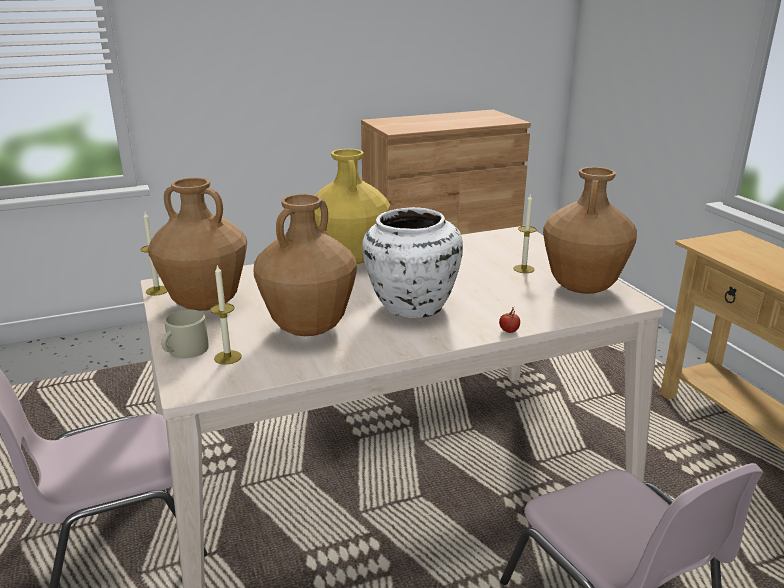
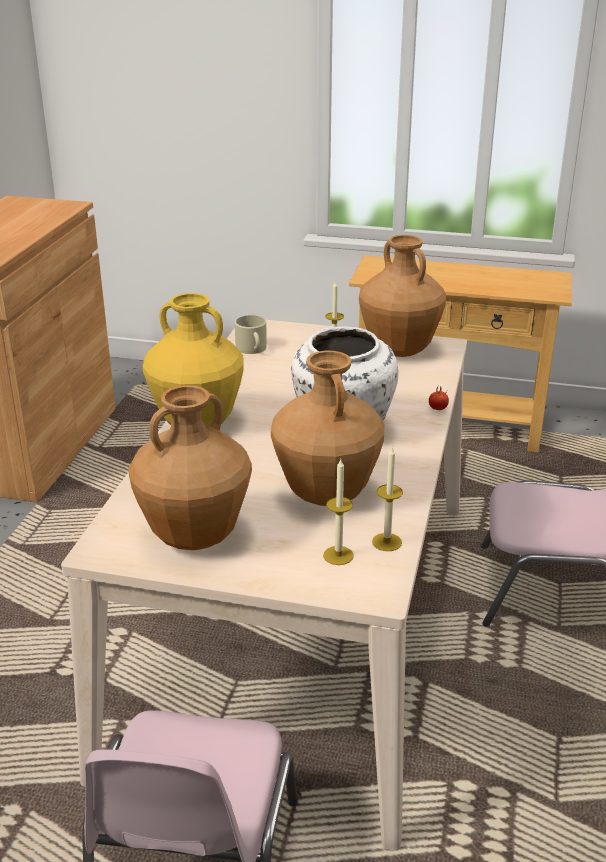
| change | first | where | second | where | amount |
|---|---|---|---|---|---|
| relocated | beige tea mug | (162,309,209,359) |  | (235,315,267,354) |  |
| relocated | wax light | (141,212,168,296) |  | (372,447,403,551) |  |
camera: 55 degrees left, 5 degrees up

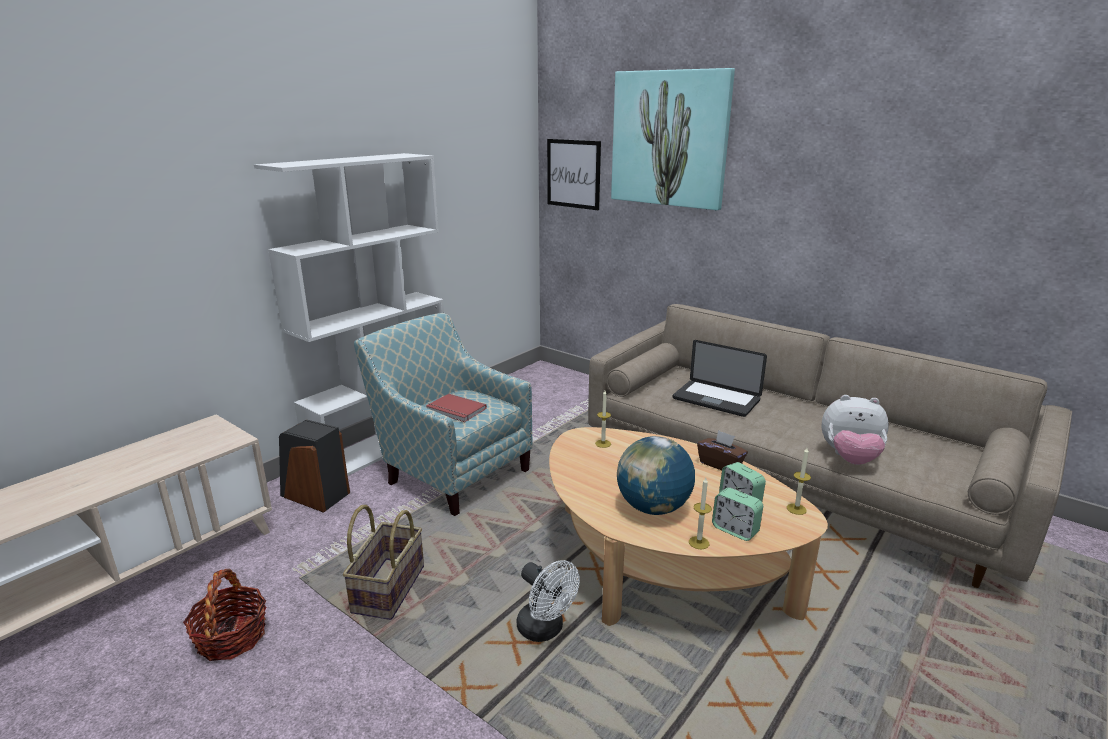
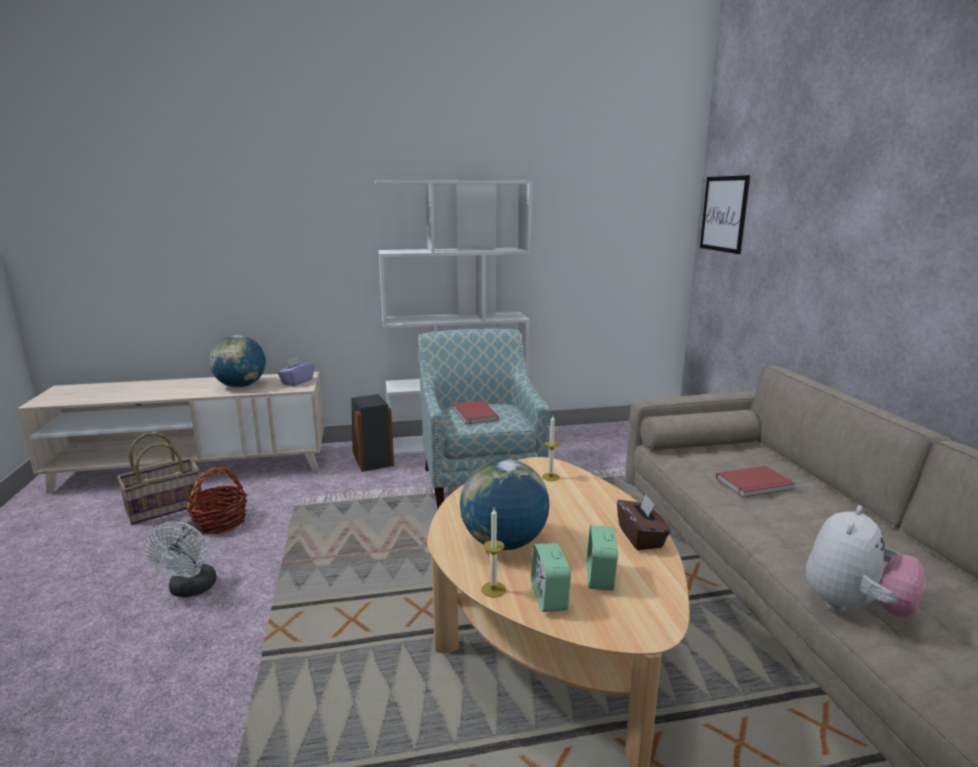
| change | first | where | second | where | amount |
|---|---|---|---|---|---|
| relocated | basket | (343,505,424,620) |  | (117,432,203,525) |  |
| relocated | white cooling fan | (517,560,580,642) |  | (144,521,217,597) |  |
| appeared |  |  | world globe | (209,335,266,387) |  |
| appeared |  |  | purplish tissue box | (277,356,314,386) |  |
| exchanged | notebook computer | (673,340,767,417) | red volume | (716,466,796,497) |  |
| spun | cuddly toy | (822,395,889,465) |  | (806,506,926,617) | 105 degrees counterclockwise |
| missing | picture | (611,68,735,210) |  |  |  |
| missing | wax light | (787,448,811,515) |  |  |  |
camera: 40 degrees right, 5 degrees down

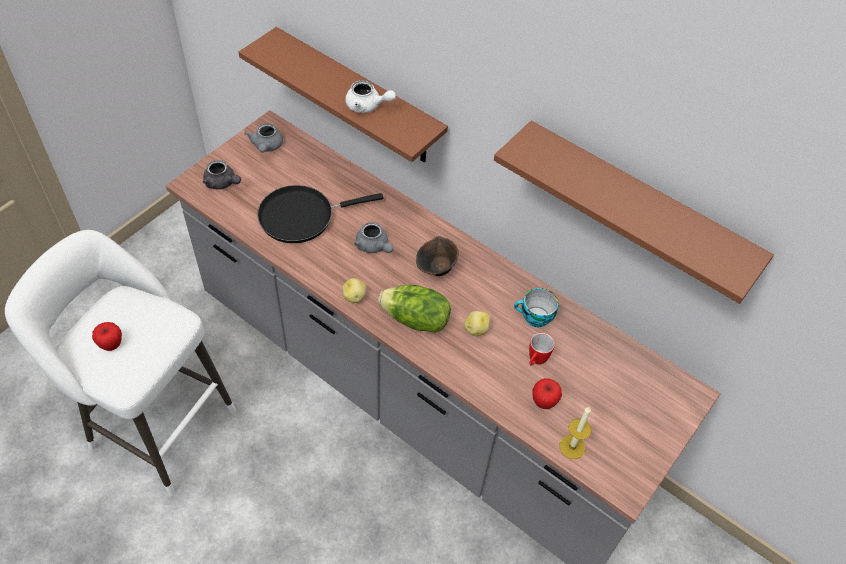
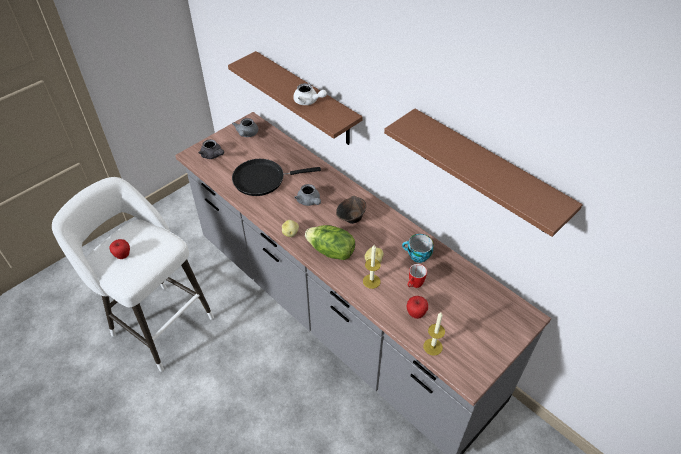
| change | first | where | second | where | amount |
|---|---|---|---|---|---|
| appeared |  |  | wax light | (363,245,380,289) |  |
camera: 10 degrees right, 5 degrees down

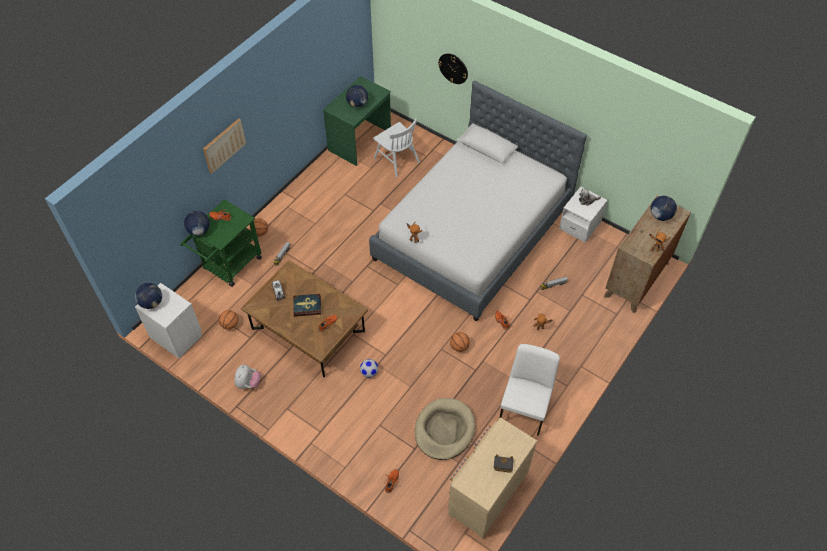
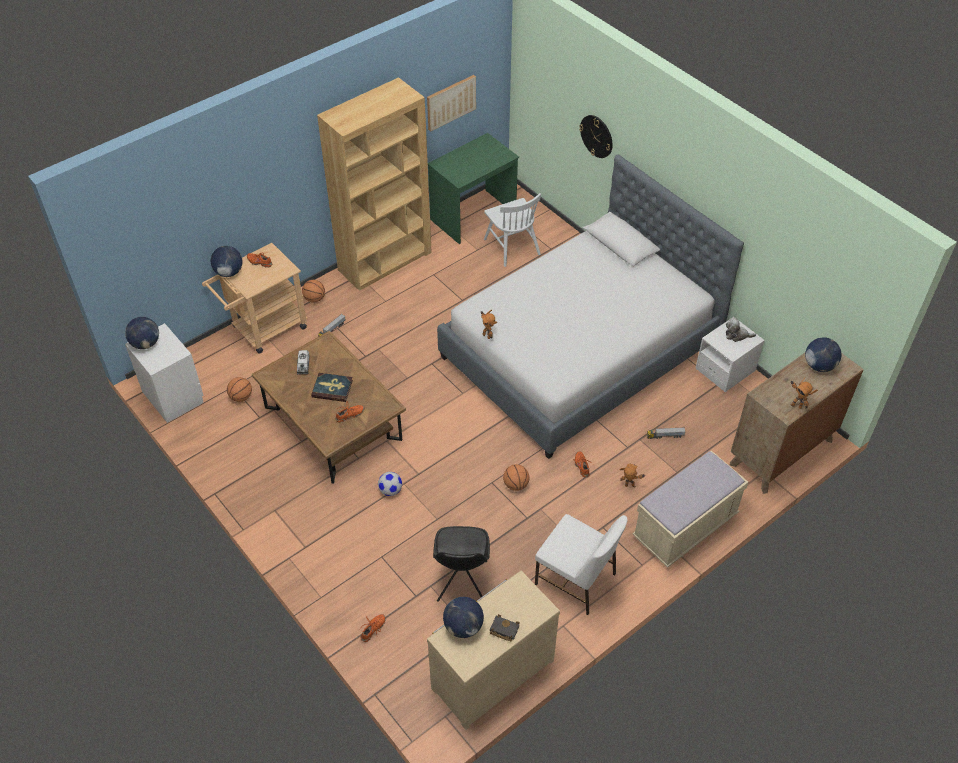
| change | first | where | second | where | amount |
|---|---|---|---|---|---|
| colour | green trolley | (180,199,262,287) | beige trolley | (202,243,307,354) |  |
| appeared |  |  | brownish bookshelf | (317,77,432,291) |  |
| relocated | picture | (203,118,246,173) |  | (427,75,476,131) |  |
| exchanged | beige pet bed | (415,398,475,460) | blackish chair | (433,526,490,602) |  |
| relocated | world globe | (346,85,368,108) |  | (443,597,484,638) |  |
| spun | white chair | (500,344,560,436) |  | (535,514,628,615) | 90 degrees clockwise |
| appeared |  |  | beige long seat | (632,451,748,568) |  |
| missing | cuddly toy | (234,365,261,389) |  |  |  |
camera: 15 degrees right, 5 degrees down

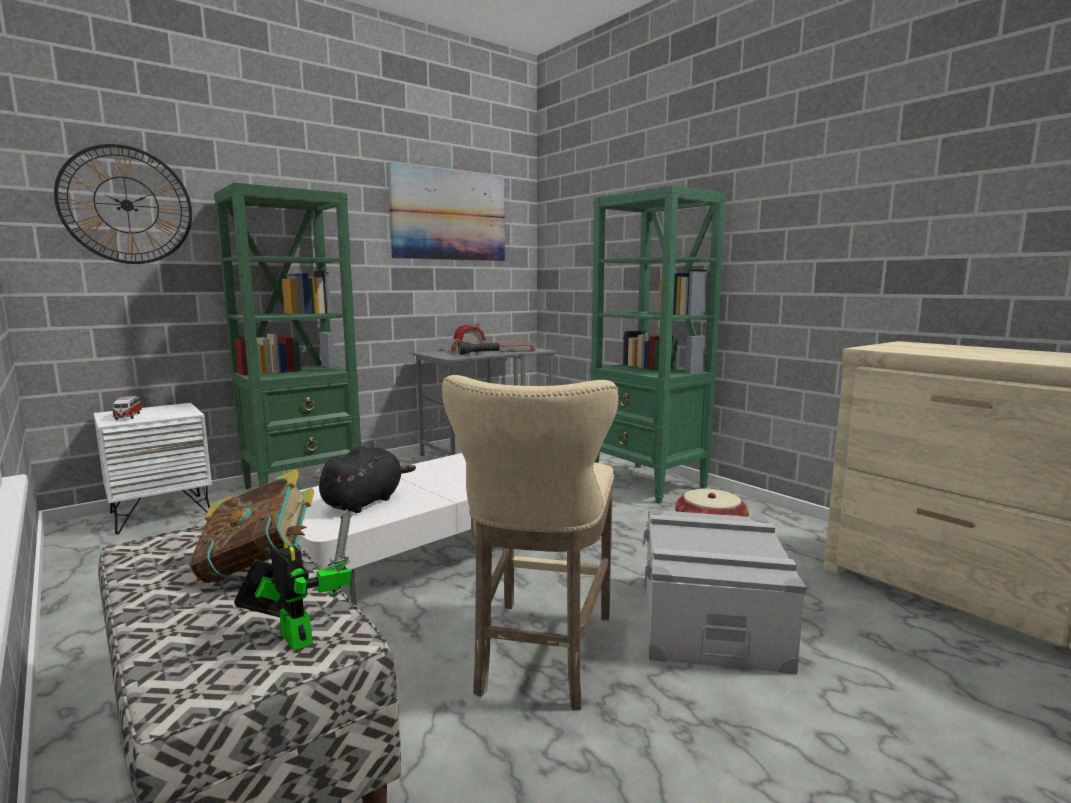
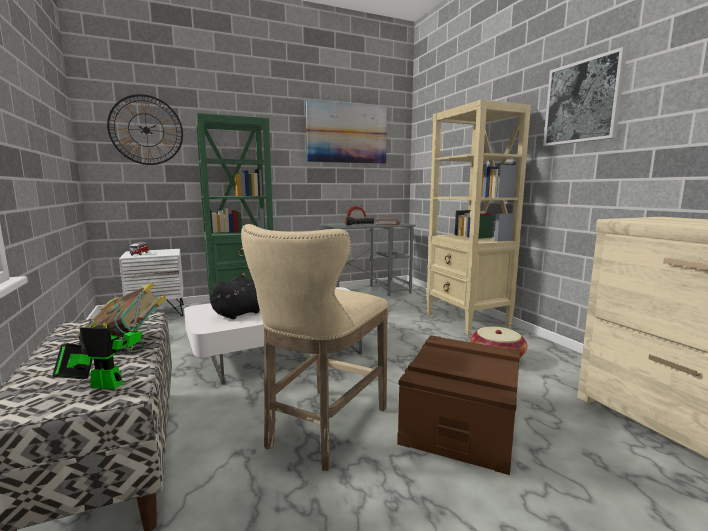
| change | first | where | second | where | amount |
|---|---|---|---|---|---|
| spun | robot figure | (234,509,352,651) |  | (52,292,142,389) | 60 degrees counterclockwise |
| colour | greyish storage box | (642,509,806,674) | brownish storage box | (397,335,520,475) |  |
| colour | green bookshelf | (590,185,726,504) | beige bookshelf | (426,99,531,335) |  |
| appeared |  |  | picture | (543,47,627,146) |  |
camera: 15 degrees right, 0 degrees up

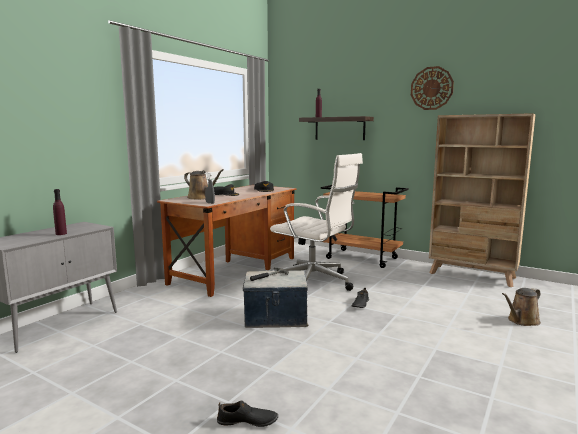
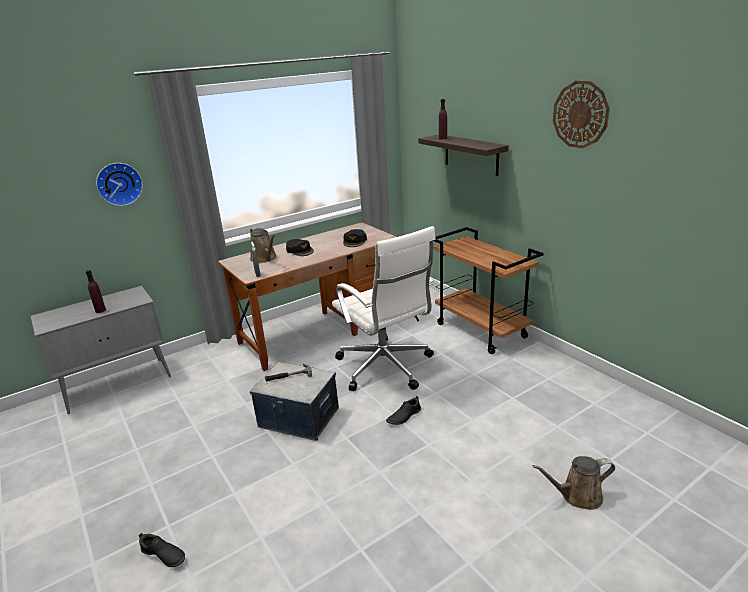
| change | first | where | second | where | amount |
|---|---|---|---|---|---|
| appeared |  |  | clock on the wall | (96,163,143,206) |  |
| missing | beige bookshelf | (429,113,535,287) |  |  |  |
camera: 25 degrees right, 15 degrees up

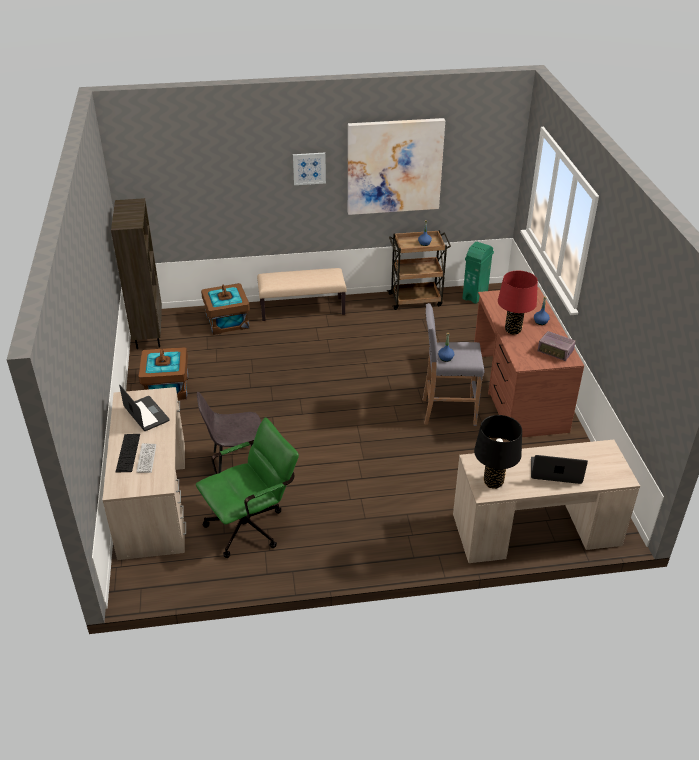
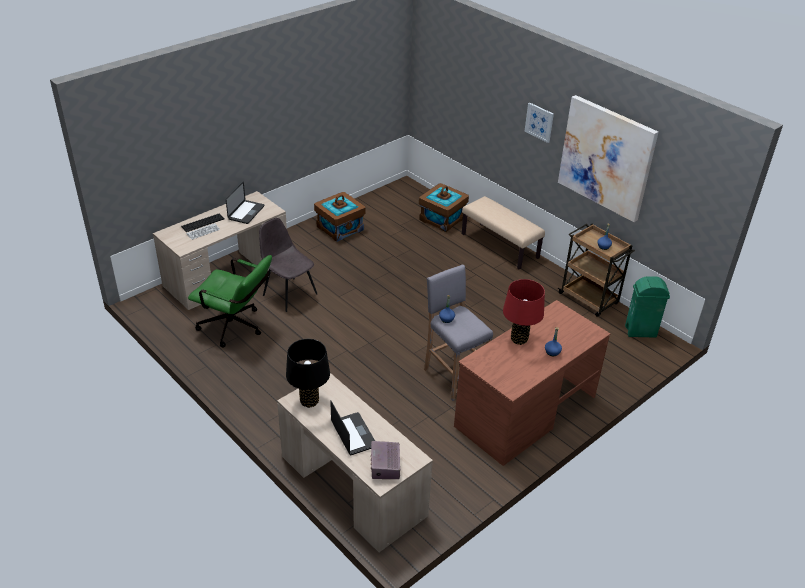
| change | first | where | second | where | amount |
|---|---|---|---|---|---|
| relocated | radio receiver | (537,331,576,361) |  | (371,441,400,479) |  |
| missing | brownish bookshelf | (111,198,162,349) |  |  |  |
camera: 55 degrees right, 0 degrees up

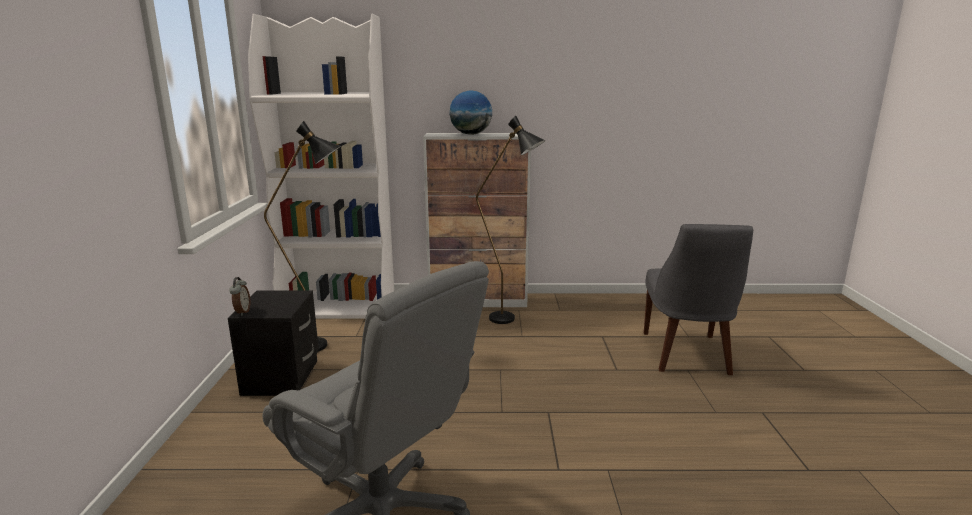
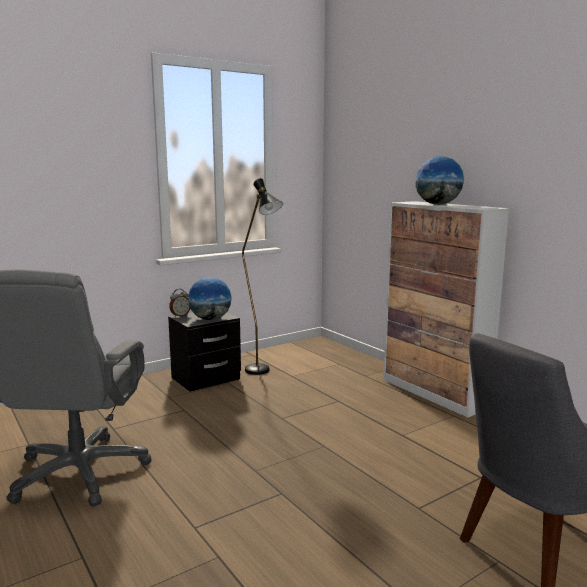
| change | first | where | second | where | amount |
|---|---|---|---|---|---|
| appeared |  |  | world globe | (188,277,232,320) |  |
| missing | white bookshelf | (248,13,394,319) |  |  |  |
| missing | blackish standing lamp | (476,116,545,324) |  |  |  |
camera: 55 degrees right, 5 degrees down

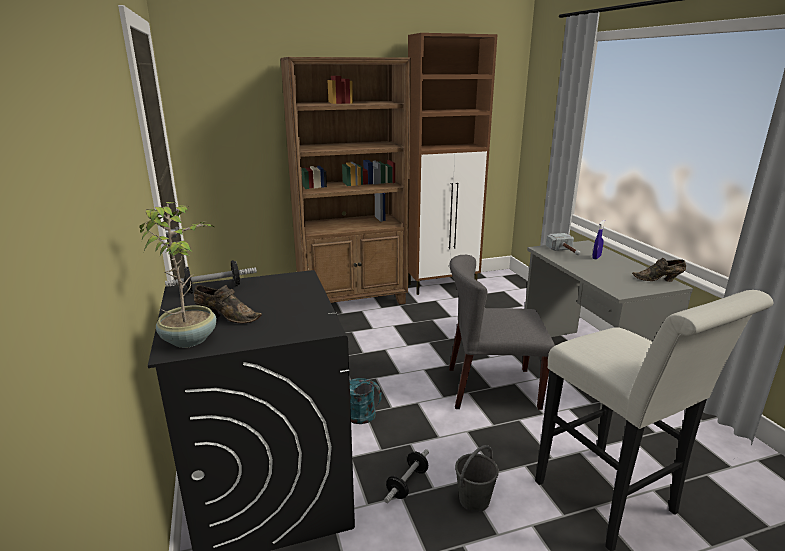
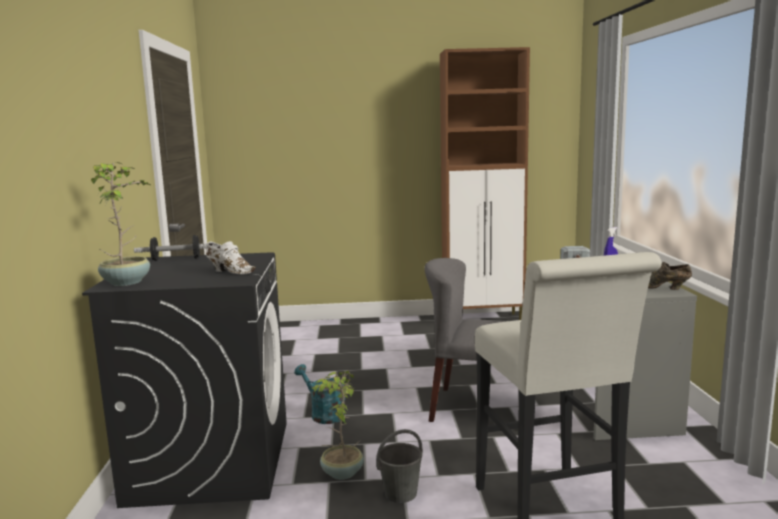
| change | first | where | second | where | amount |
|---|---|---|---|---|---|
| appeared |  |  | white low shoe | (206,241,255,274) |  |
| exchanged | dumbbell | (384,449,429,503) | plant in a pot | (312,371,364,480) |  |
| missing | brownish low shoe | (194,285,262,323) |  |  |  |
| missing | brownish bookshelf | (280,57,411,305) |  |  |  |
camera: 15 degrees right, 10 degrees down

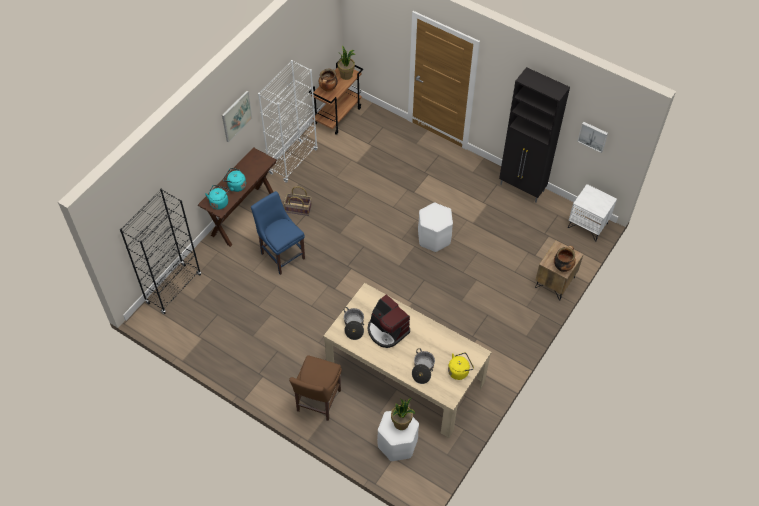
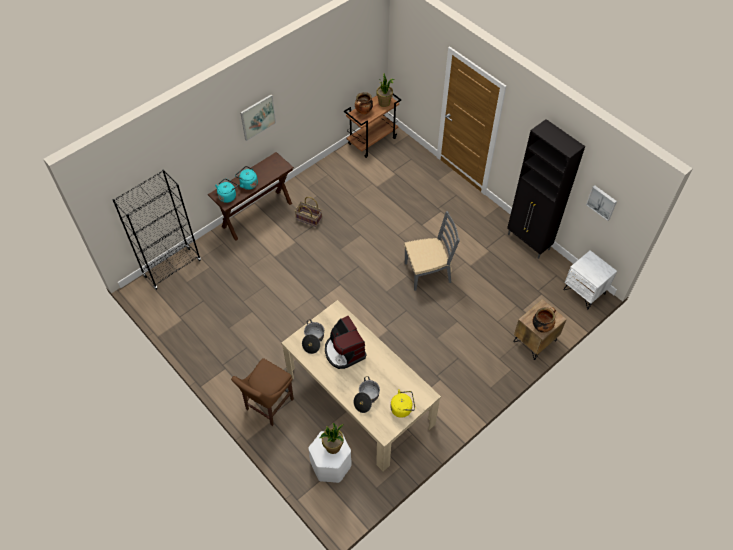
| change | first | where | second | where | amount |
|---|---|---|---|---|---|
| exchanged | white stool seat | (418,202,453,252) | greyish chair | (404,211,460,291) |  |
| missing | bluish chair | (251,191,305,275) |  |  |  |
| missing | white bookshelf | (258,60,318,183) |  |  |  |
camera: 15 degrees right, 0 degrees up

